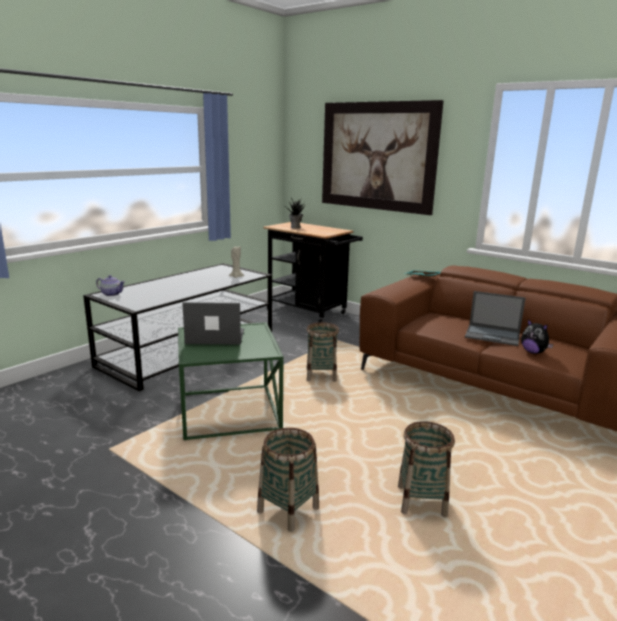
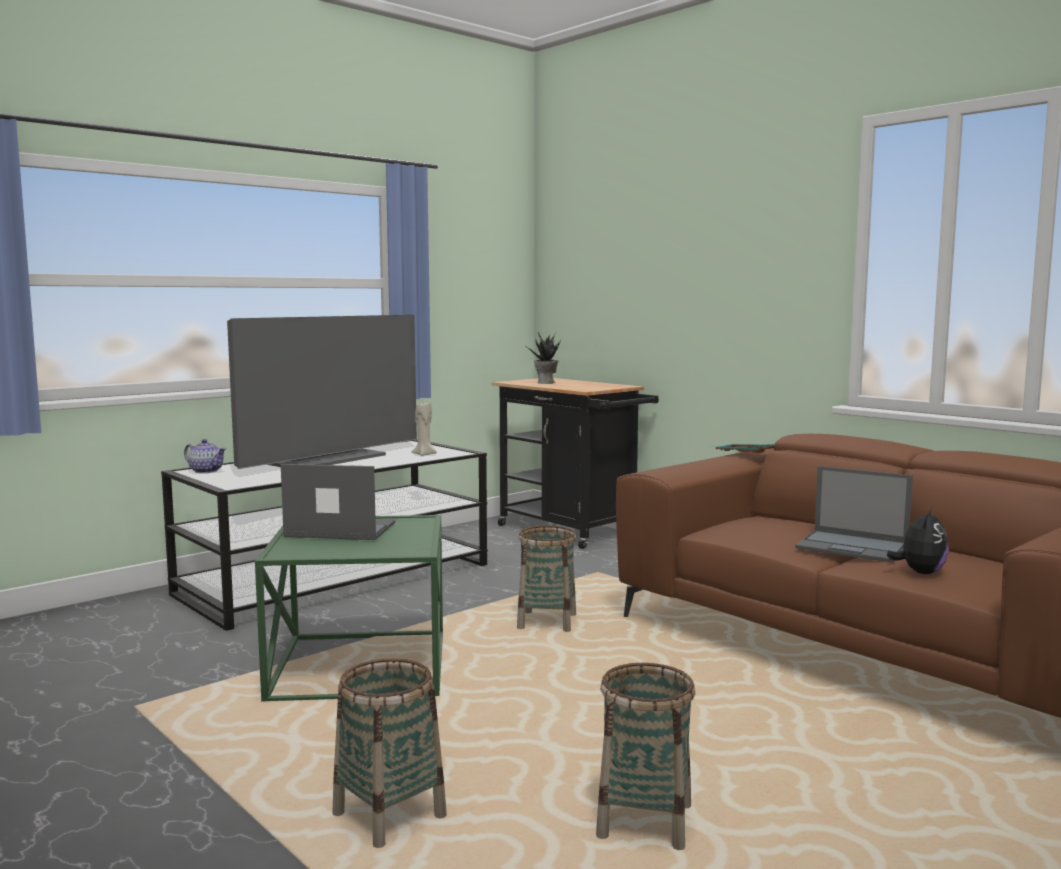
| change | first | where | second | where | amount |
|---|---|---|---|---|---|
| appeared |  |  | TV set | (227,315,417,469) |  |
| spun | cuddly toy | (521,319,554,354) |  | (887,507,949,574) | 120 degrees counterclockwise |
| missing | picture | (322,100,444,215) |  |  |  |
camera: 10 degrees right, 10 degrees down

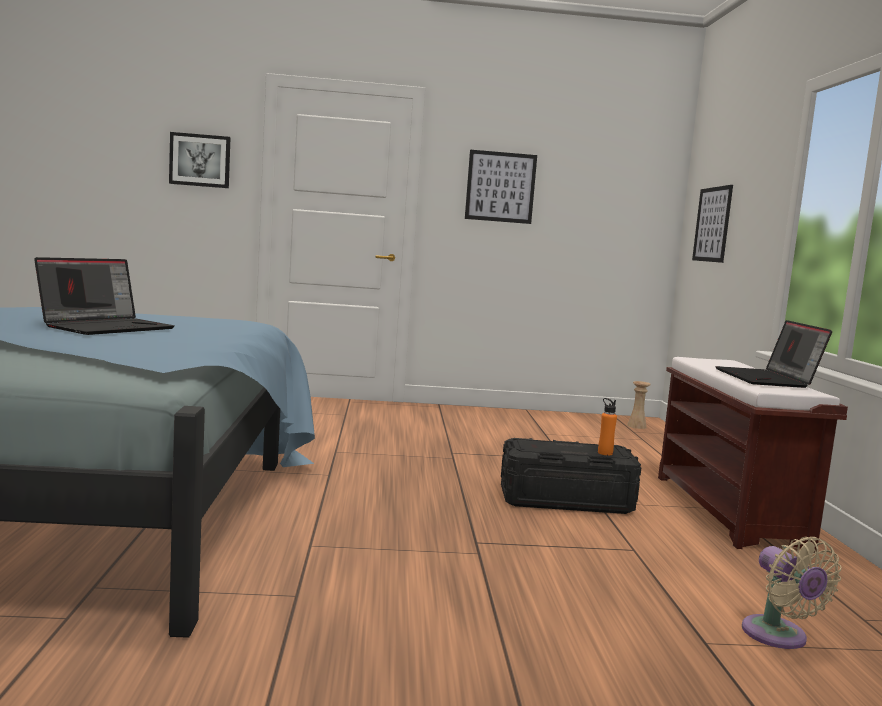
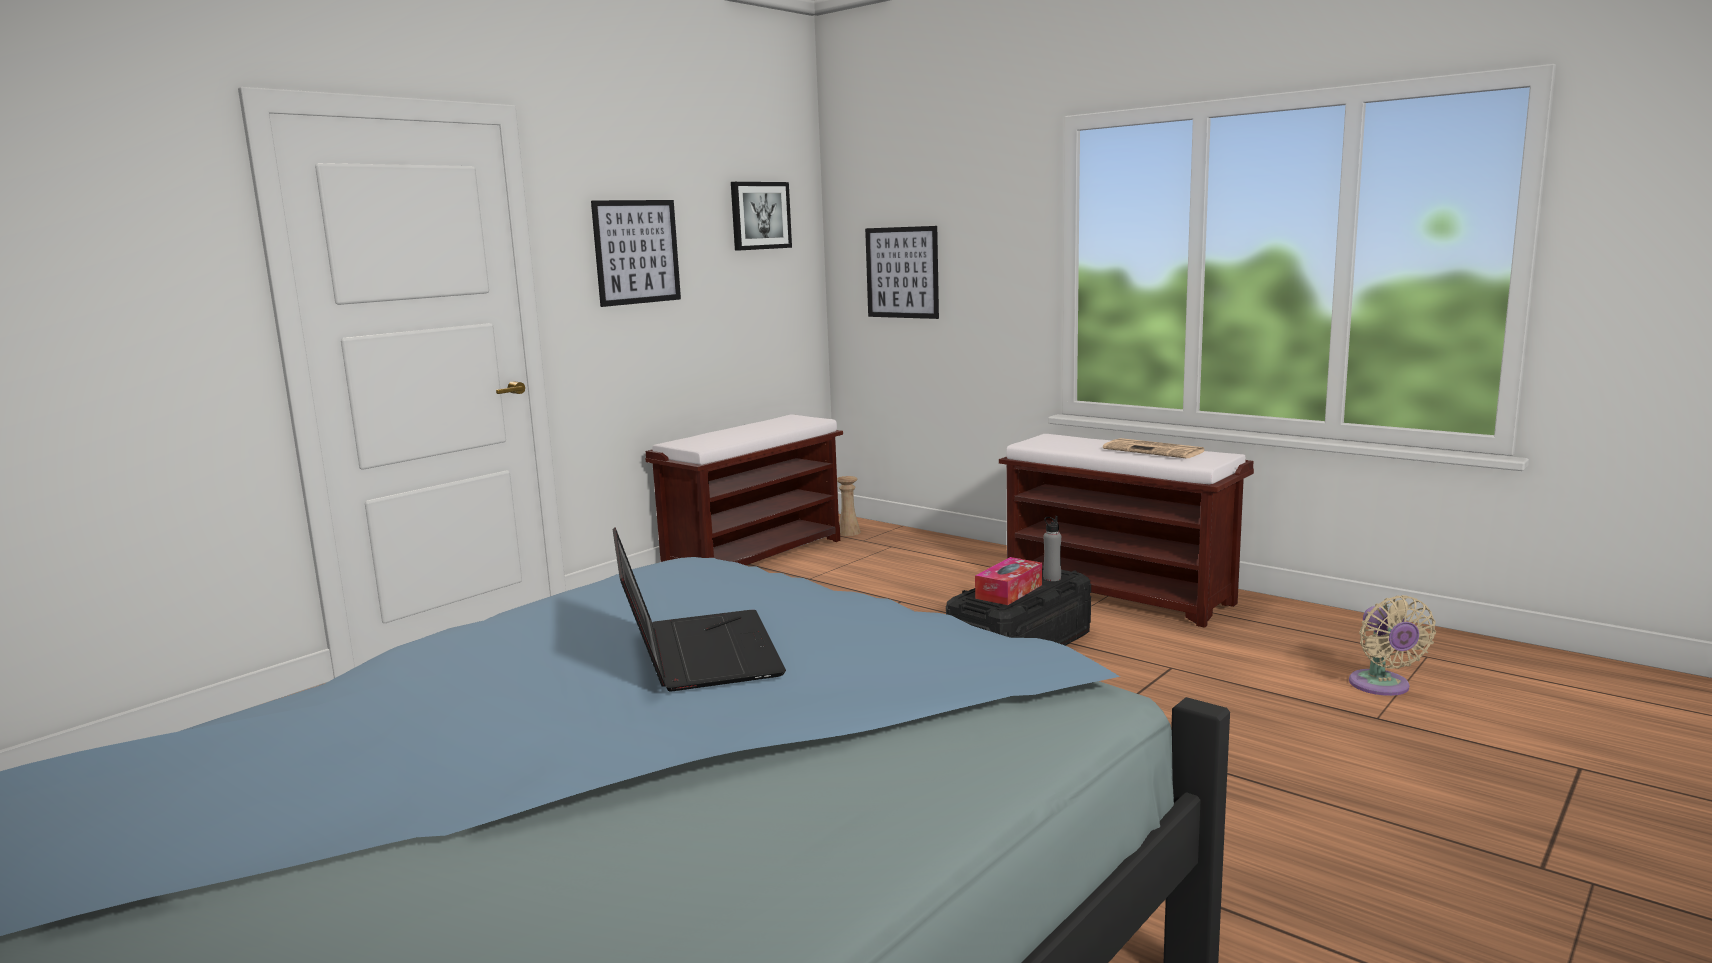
| change | first | where | second | where | amount |
|---|---|---|---|---|---|
| appeared |  |  | brownish long seat | (645,415,843,565) |  |
| relocated | picture | (169,132,231,188) |  | (731,182,792,251) |  |
| appeared |  |  | tissue box | (975,557,1042,605) |  |
| colour | orange-coloured drink bottle | (598,398,617,455) | greyish drink bottle | (1043,516,1061,581) |  |
| exchanged | notebook computer | (715,320,832,388) | daily paper | (1103,438,1204,458) |  |
| spun | beige cooling fan | (742,537,842,649) |  | (1349,595,1436,696) | 60 degrees clockwise |
camera: 45 degrees left, 5 degrees up

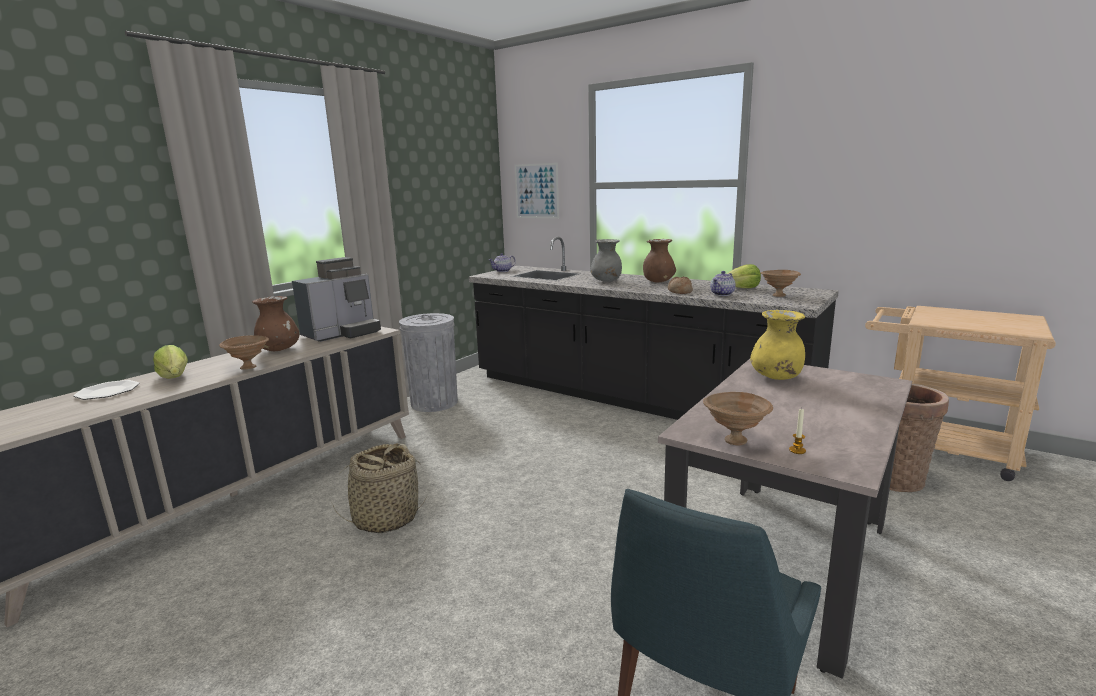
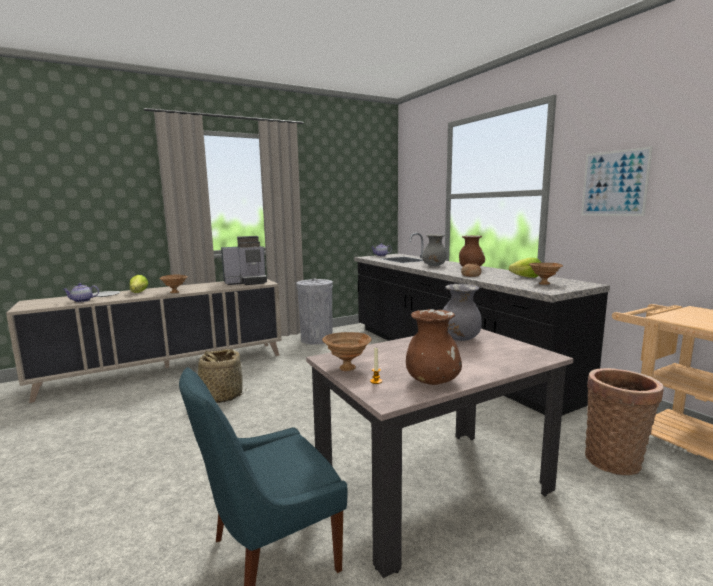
| change | first | where | second | where | amount |
|---|---|---|---|---|---|
| relocated | teapot | (710,271,736,296) |  | (62,283,99,302) |  |
| relocated | brownish decorative vase | (252,296,299,351) |  | (406,309,462,385) |  |
| colour | yellow decorative vase | (750,310,805,380) | greyish decorative vase | (443,284,482,341) |  |
| relocated | picture | (515,163,559,219) |  | (581,146,653,216) |  |
camera: 25 degrees right, 5 degrees down

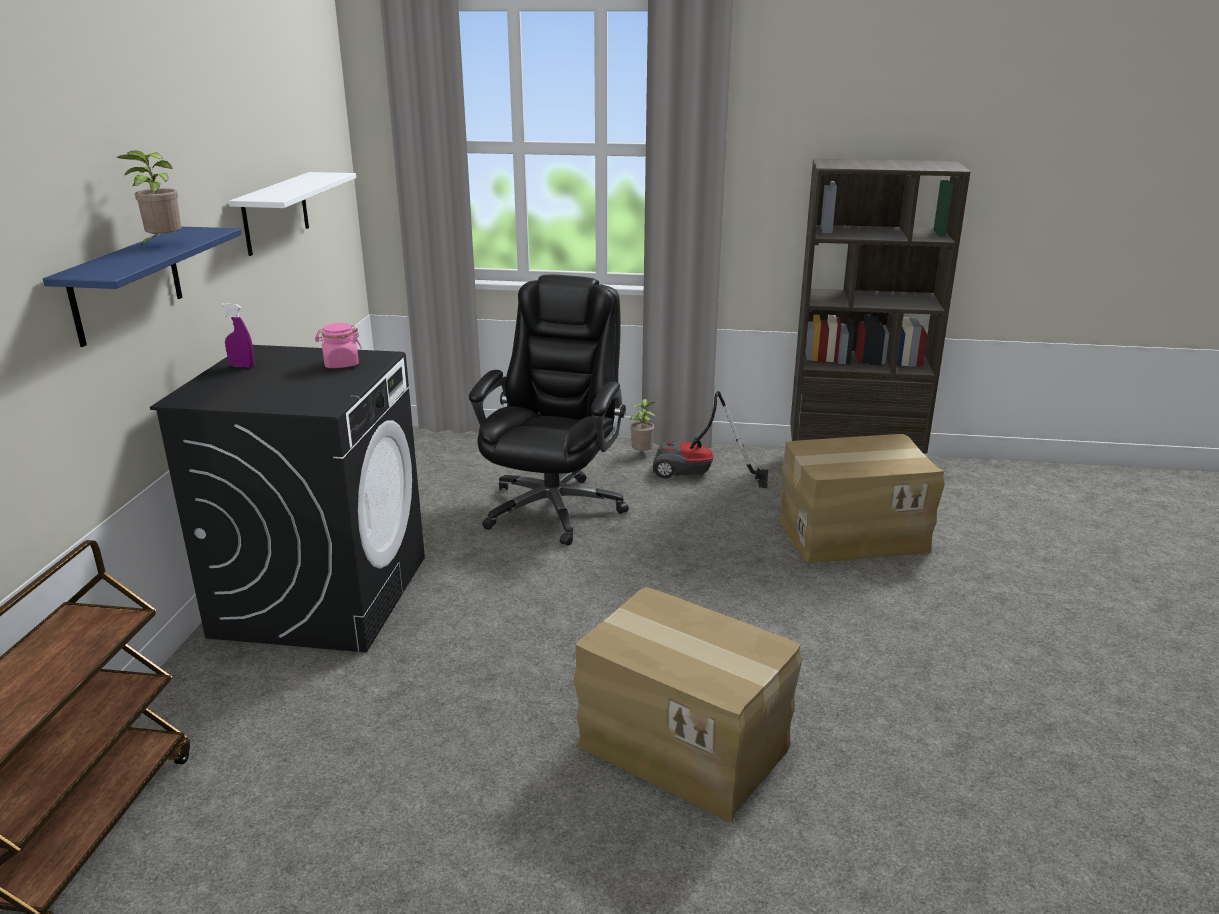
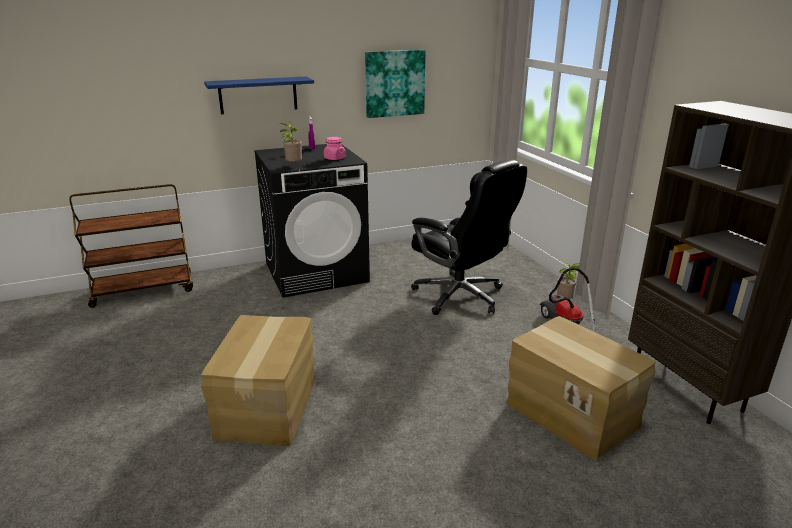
| change | first | where | second | where | amount |
|---|---|---|---|---|---|
| relocated | plant in a pot | (117,150,181,245) |  | (280,121,302,162) |  |
| exchanged | white bracket shelf | (229,172,356,256) | picture | (365,50,426,118) |  |
| spun | blackish desk chair | (469,275,629,546) |  | (411,159,527,315) | 60 degrees clockwise |
camera: 60 degrees right, 0 degrees up

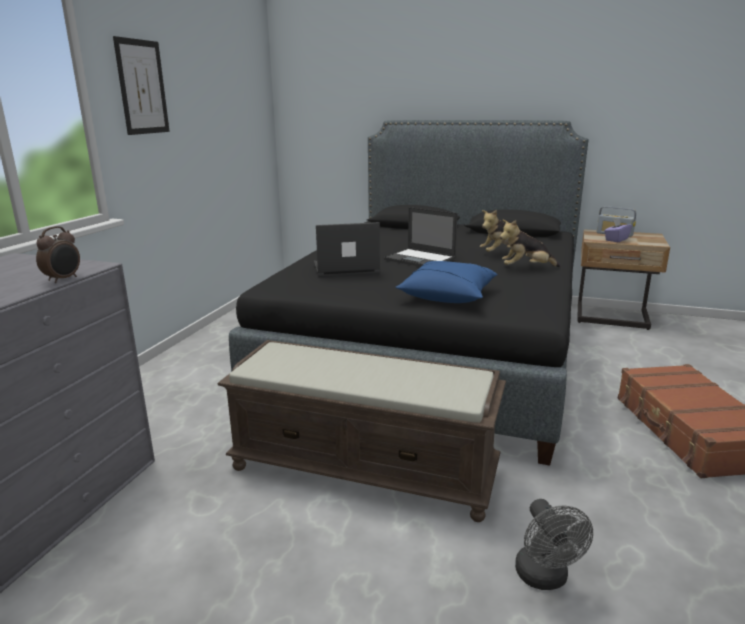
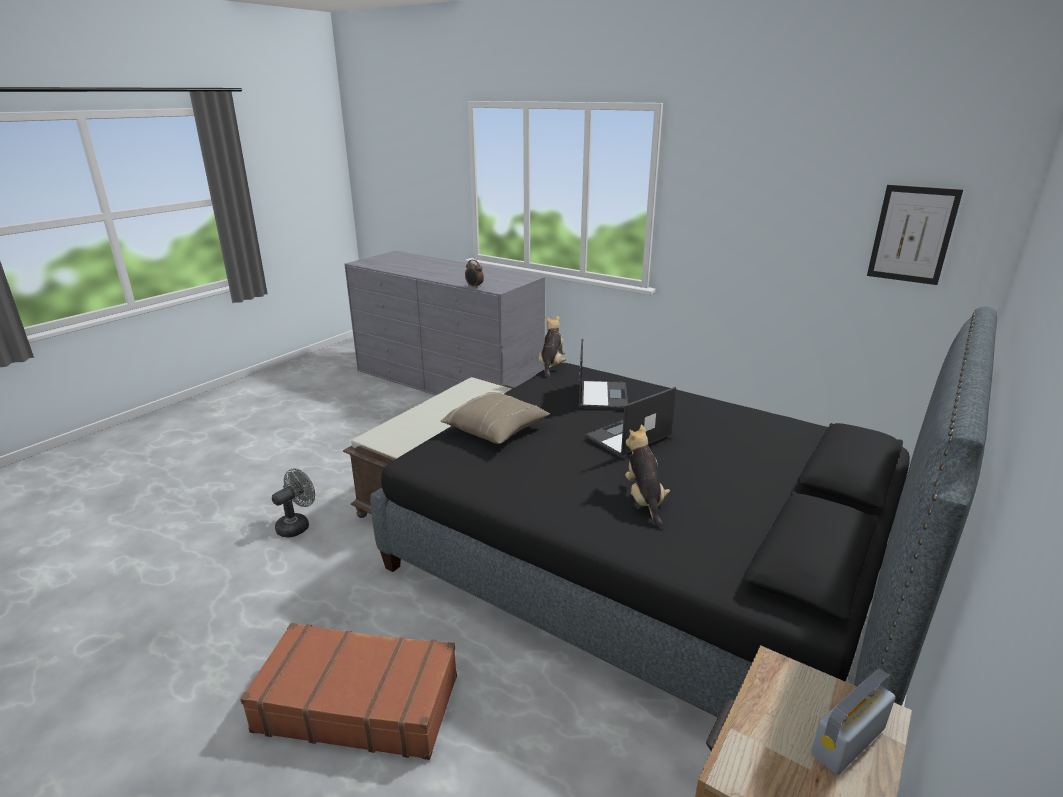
| change | first | where | second | where | amount |
|---|---|---|---|---|---|
| spun | greyish cooling fan | (515,499,593,590) |  | (272,468,315,537) | 120 degrees clockwise |
| colour | bluish pillow | (395,261,498,303) | beige pillow | (441,392,550,444) |  |
| relocated | cuddly toy | (500,219,561,267) |  | (539,316,566,379) |  |
| relocated | picture | (113,36,170,135) |  | (867,185,963,285) |  |
| missing | purplish tissue box | (604,218,632,242) |  |  |  |
camera: 105 degrees right, 5 degrees up

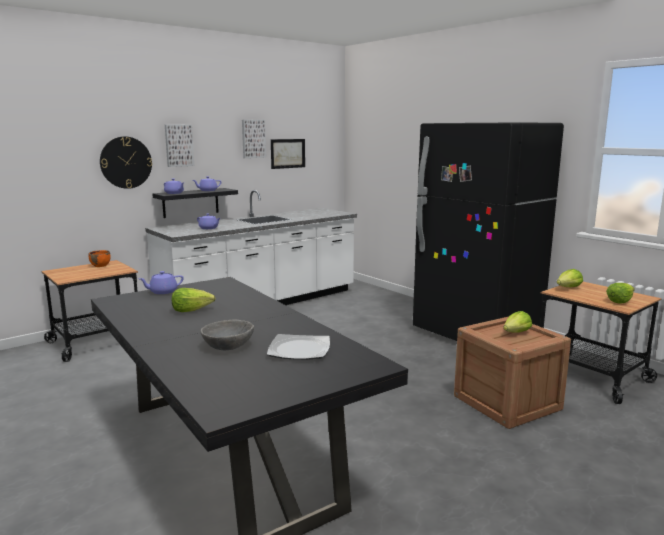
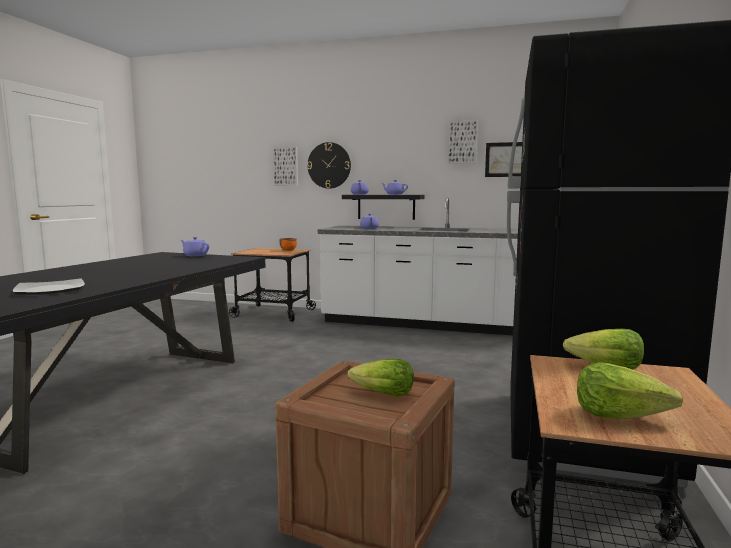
| change | first | where | second | where | amount |
|---|---|---|---|---|---|
| relocated | picture | (165,125,194,167) |  | (273,147,298,185) |  |
| missing | head of lettuce | (172,288,216,312) |  |  |  |
| missing | greyish bowl | (201,320,254,350) |  |  |  |
camera: 55 degrees right, 5 degrees down

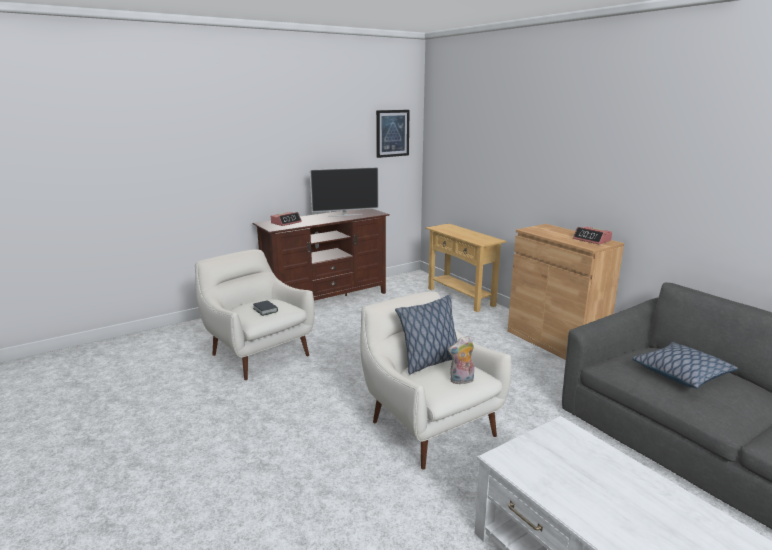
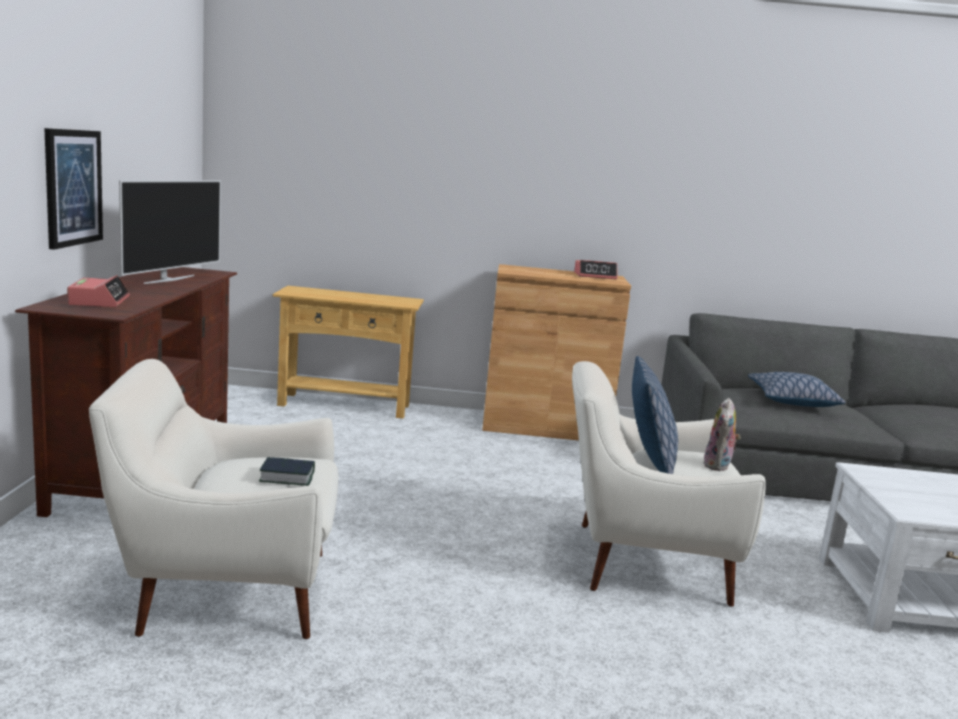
| change | first | where | second | where | amount |
|---|---|---|---|---|---|
| relocated | picture | (376,110,410,158) |  | (44,128,103,250) |  |
camera: 55 degrees left, 5 degrees down

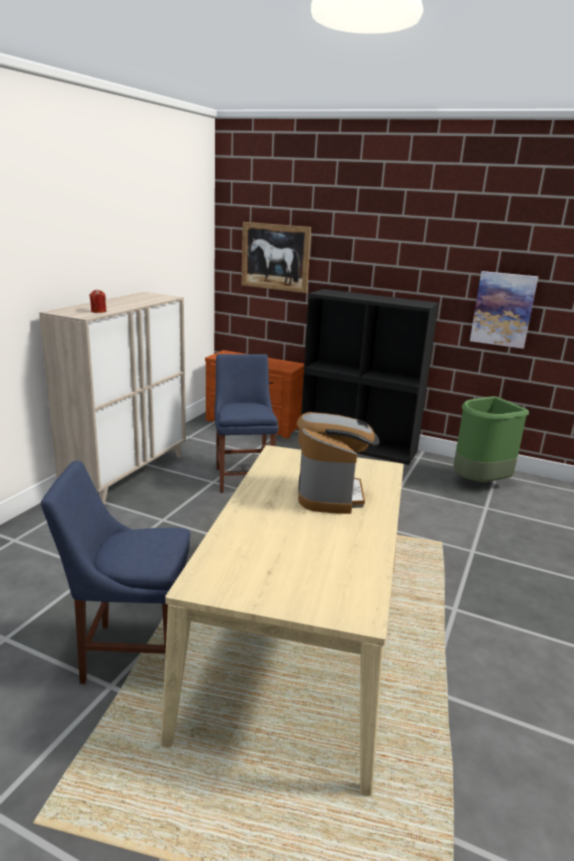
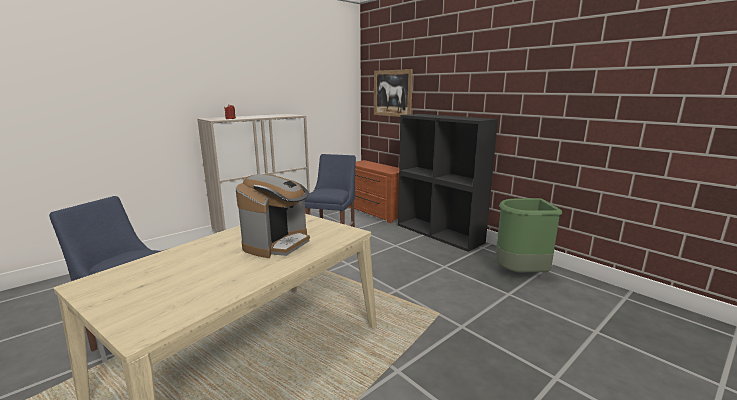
| change | first | where | second | where | amount |
|---|---|---|---|---|---|
| missing | picture | (470,271,538,349) |  |  |  |
camera: 25 degrees right, 5 degrees down

